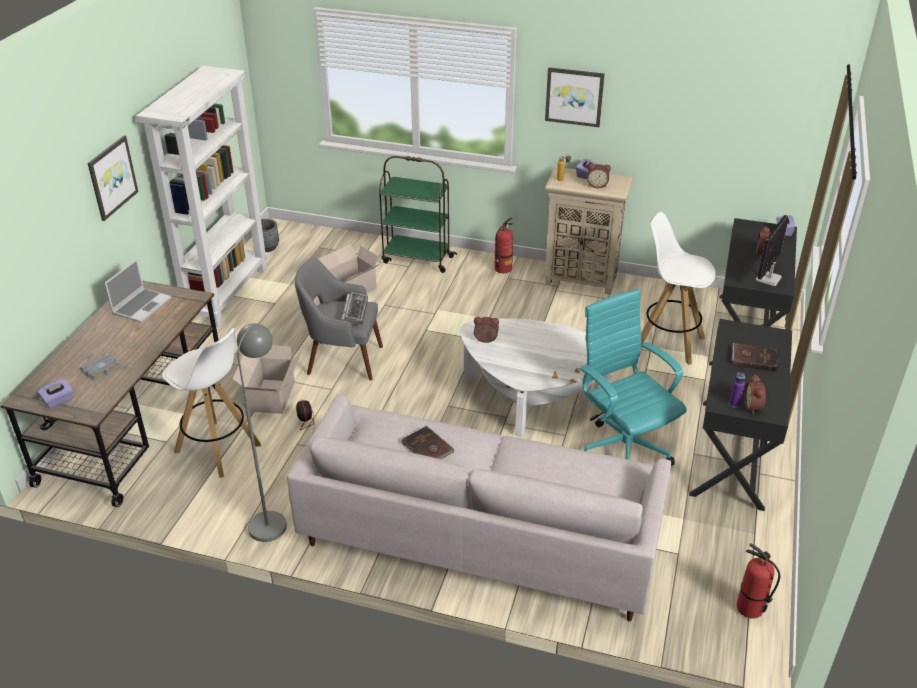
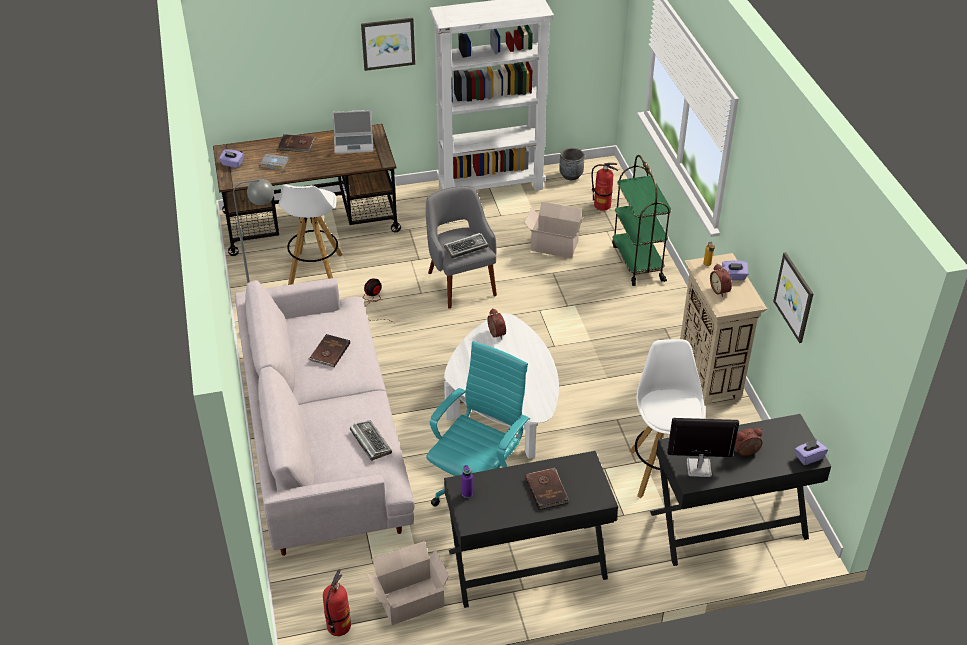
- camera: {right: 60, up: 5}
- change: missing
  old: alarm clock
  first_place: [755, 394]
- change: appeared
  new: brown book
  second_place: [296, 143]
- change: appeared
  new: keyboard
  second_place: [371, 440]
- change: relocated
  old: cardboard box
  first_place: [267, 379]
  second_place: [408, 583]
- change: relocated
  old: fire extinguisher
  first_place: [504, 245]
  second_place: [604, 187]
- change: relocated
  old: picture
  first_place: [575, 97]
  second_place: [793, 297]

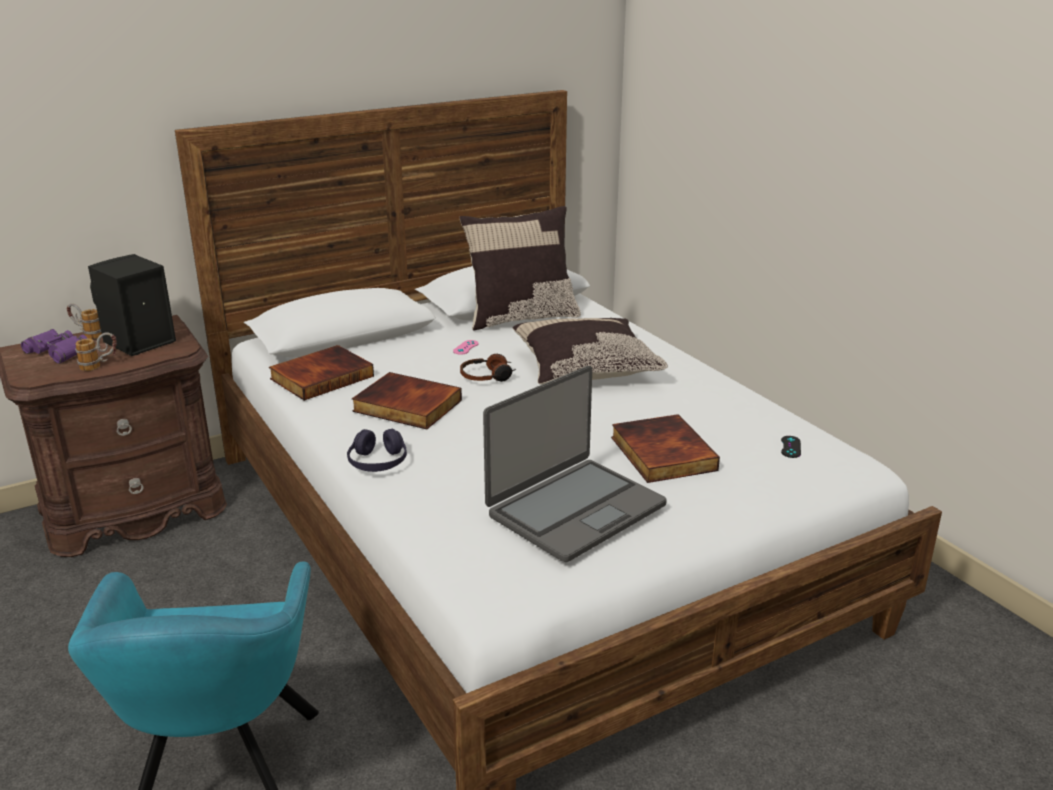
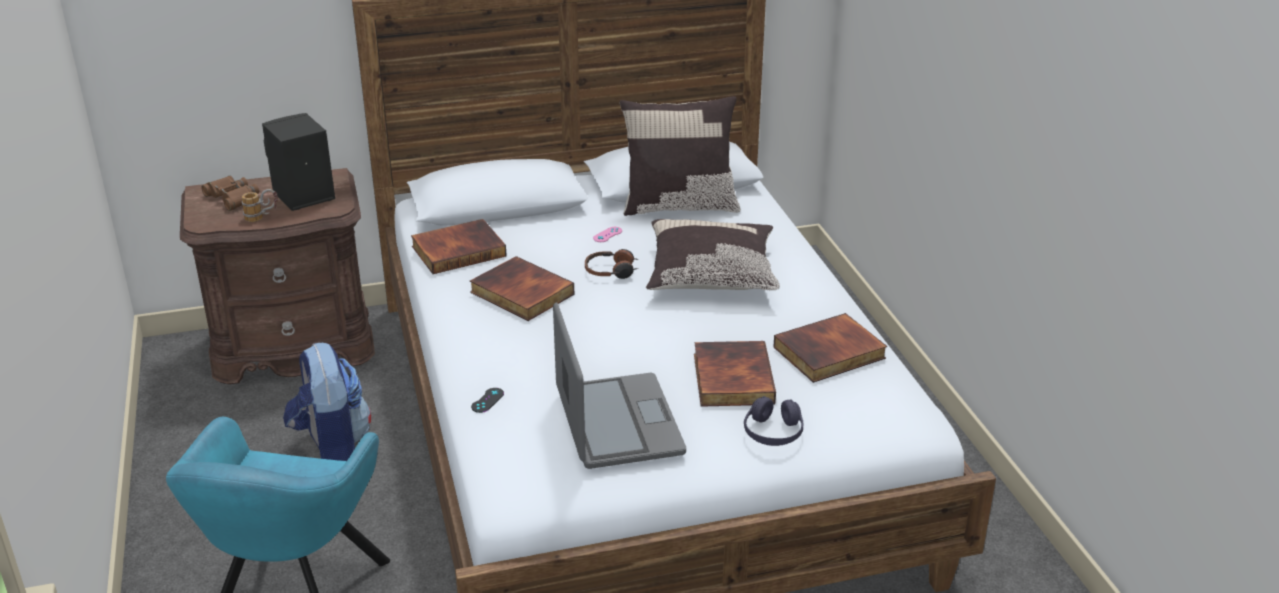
- camera: {right: 15, up: 5}
- change: missing
  old: mug
  first_place: [84, 321]
- change: appeared
  new: backpack
  second_place: [327, 402]
- change: appeared
  new: book
  second_place: [830, 348]
- change: relocated
  old: purple headphones
  first_place: [377, 450]
  second_place: [773, 421]
- change: relocated
  old: black game controller
  first_place: [791, 447]
  second_place: [487, 400]
- change: colour
  old: purple binoculars
  new: brown binoculars
  first_place: [54, 346]
  second_place: [230, 193]
- change: spun
  old: laptop
  first_place: [575, 464]
  second_place: [619, 385]
  degrees: -75

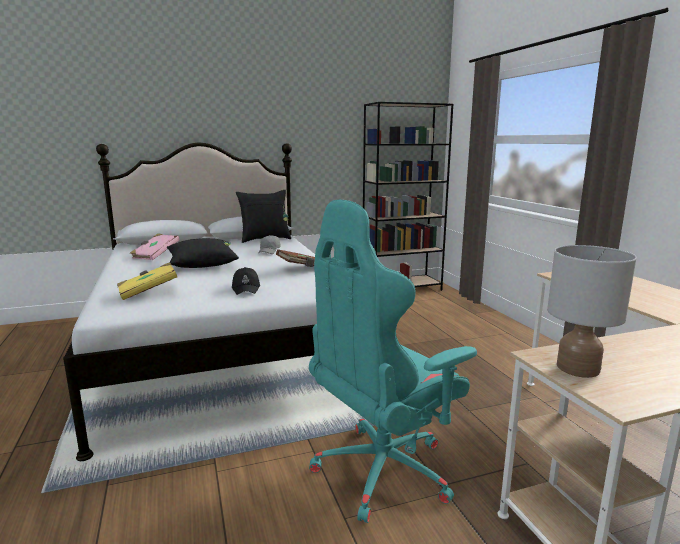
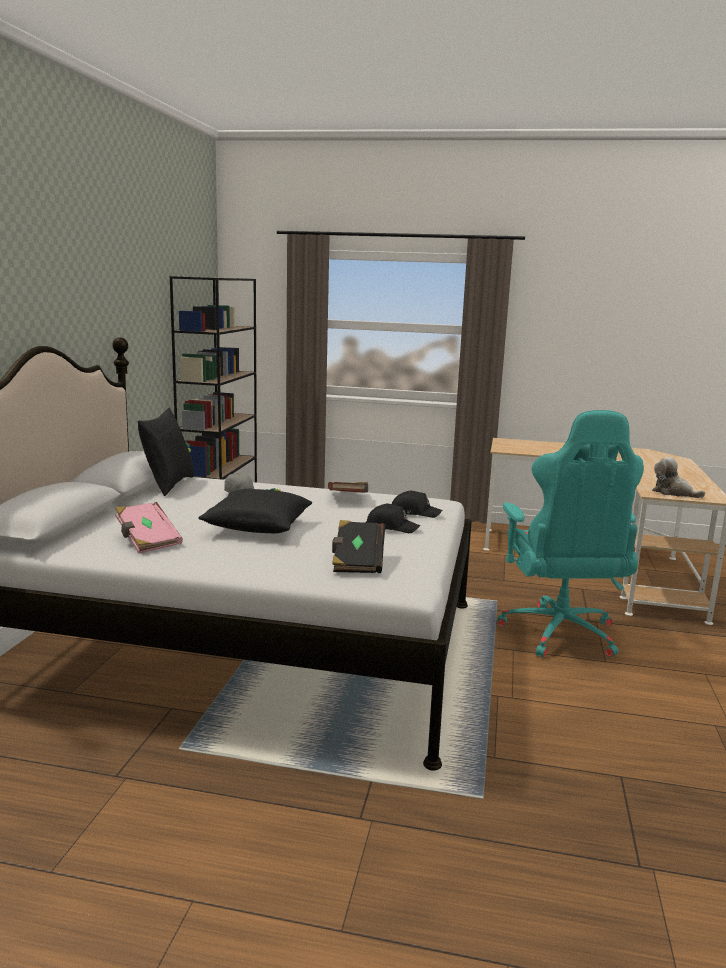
- camera: {right: -60, up: 0}
- change: appeared
  new: black cap
  second_place: [417, 504]
- change: exchanged
  old: grey table lamp
  new: plush toy
  first_place: [592, 311]
  second_place: [678, 477]
- change: colour
  old: yellow book
  new: black book
  first_place: [147, 281]
  second_place: [358, 546]

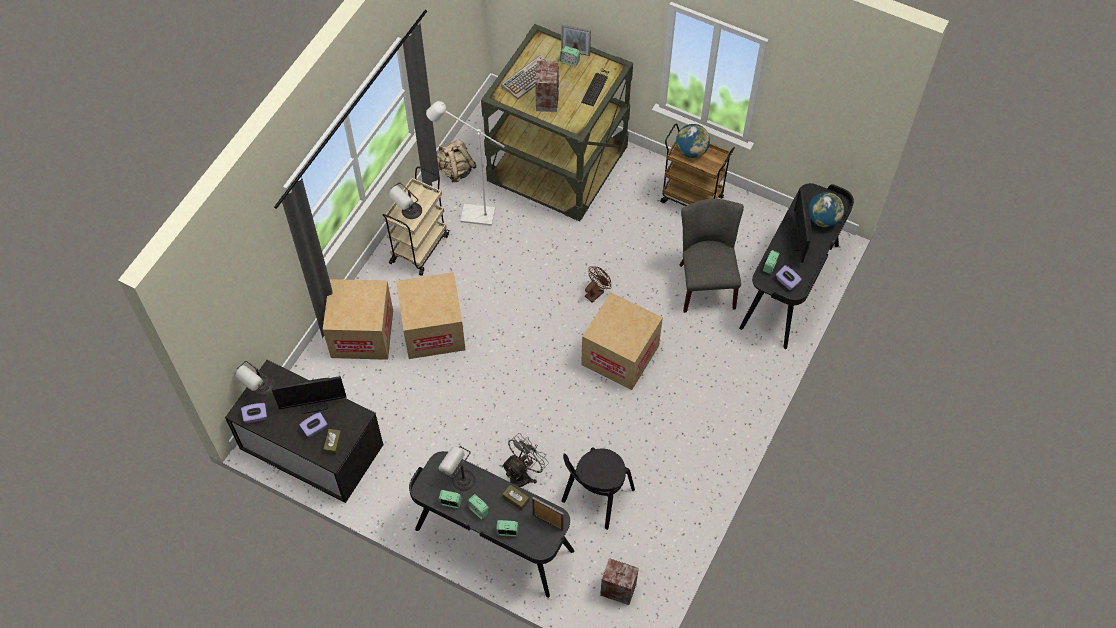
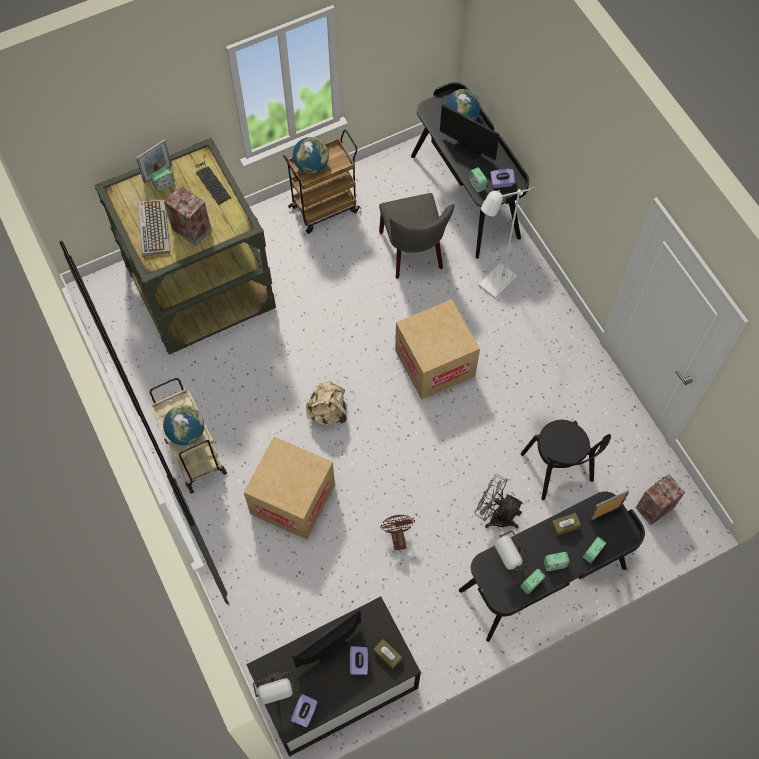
- camera: {right: -55, up: 5}
- change: missing
  old: cardboard box
  first_place: [358, 319]
- change: relocated
  old: white floor lamp
  first_place: [465, 163]
  second_place: [506, 243]
- change: relocated
  old: beige backpack
  first_place: [456, 161]
  second_place: [326, 403]
- change: relocated
  old: brown fan
  first_place: [598, 284]
  second_place: [397, 532]
- change: exchanged
  old: table lamp
  new: globe
  first_place: [405, 200]
  second_place: [183, 425]
- change: spun
  old: monitor
  first_place: [309, 395]
  second_place: [326, 638]
  degrees: -150
- change: spun
  old: grey fan
  first_place: [525, 460]
  second_place: [498, 501]
  degrees: -45
- change: spun
  old: grey chair
  first_place: [712, 256]
  second_place: [416, 236]
  degrees: -135

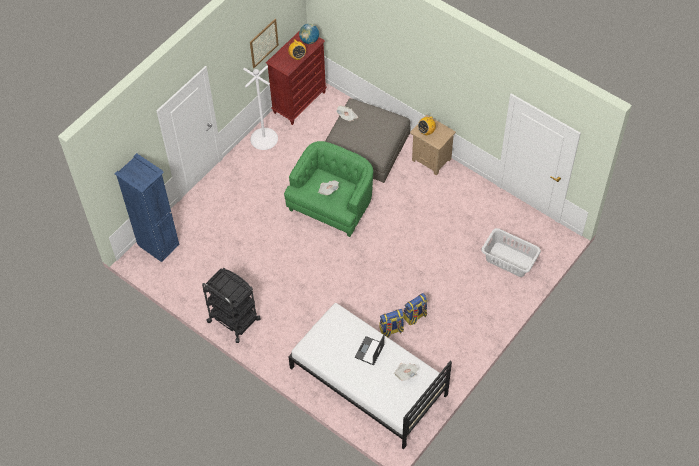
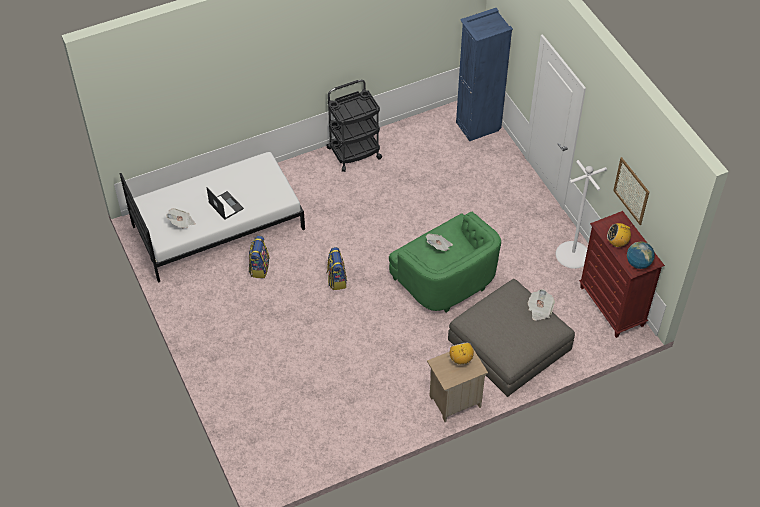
- camera: {right: 115, up: -5}
- change: missing
  old: grey laundry basket
  first_place: [511, 252]
- change: relocated
  old: backpack
  first_place: [415, 309]
  second_place: [337, 268]

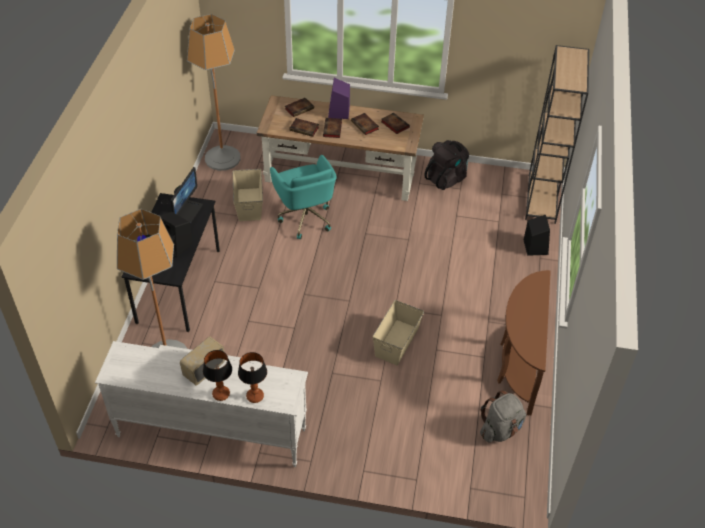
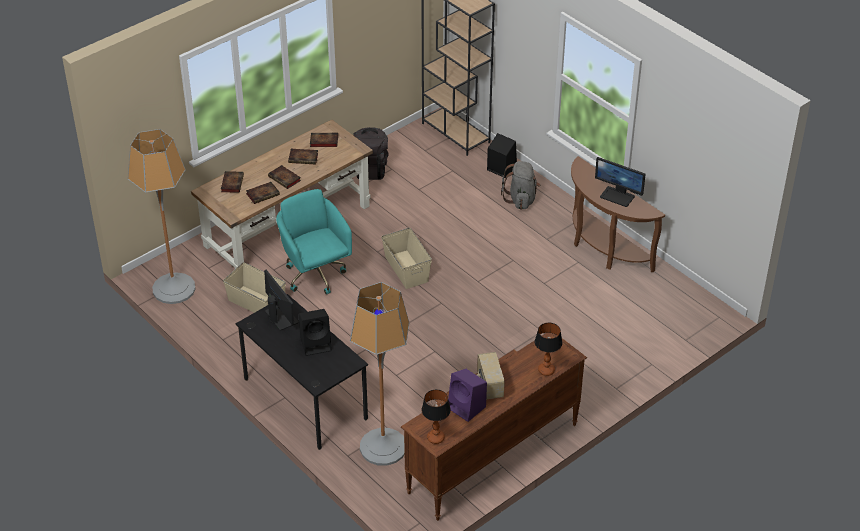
- camera: {right: -50, up: -5}
- change: appeared
  new: monitor
  second_place: [620, 182]
- change: relocated
  old: table lamp
  first_place: [217, 375]
  second_place: [436, 416]
- change: relocated
  old: purple speaker
  first_place: [339, 98]
  second_place: [467, 395]
- change: relocated
  old: beige storage box
  first_place: [398, 332]
  second_place: [406, 258]
- change: relocated
  old: grey backpack
  first_place: [503, 416]
  second_place: [520, 185]
- change: colour
  old: white cabinet
  new: brown cabinet
  first_place: [201, 404]
  second_place: [494, 427]
- change: spun
  old: turquoise office chair
  first_place: [303, 197]
  second_place: [314, 241]
  degrees: -135

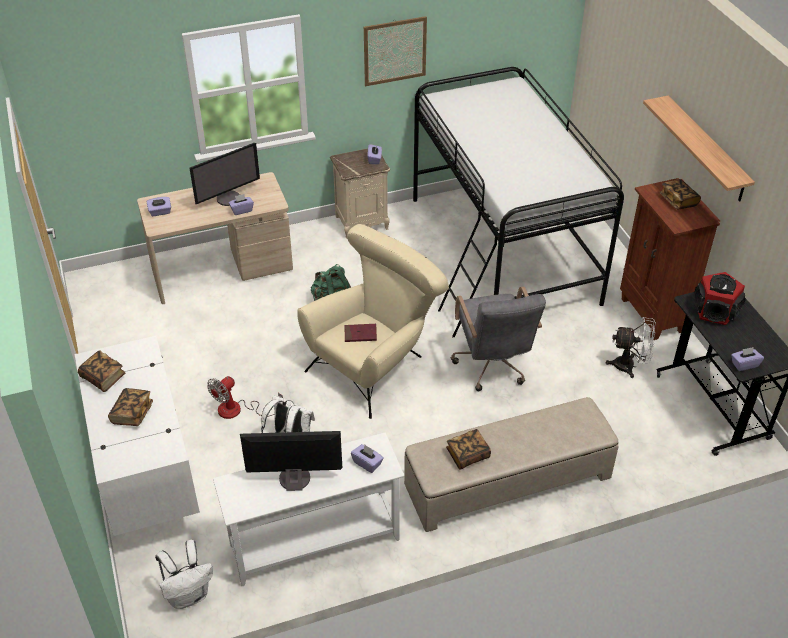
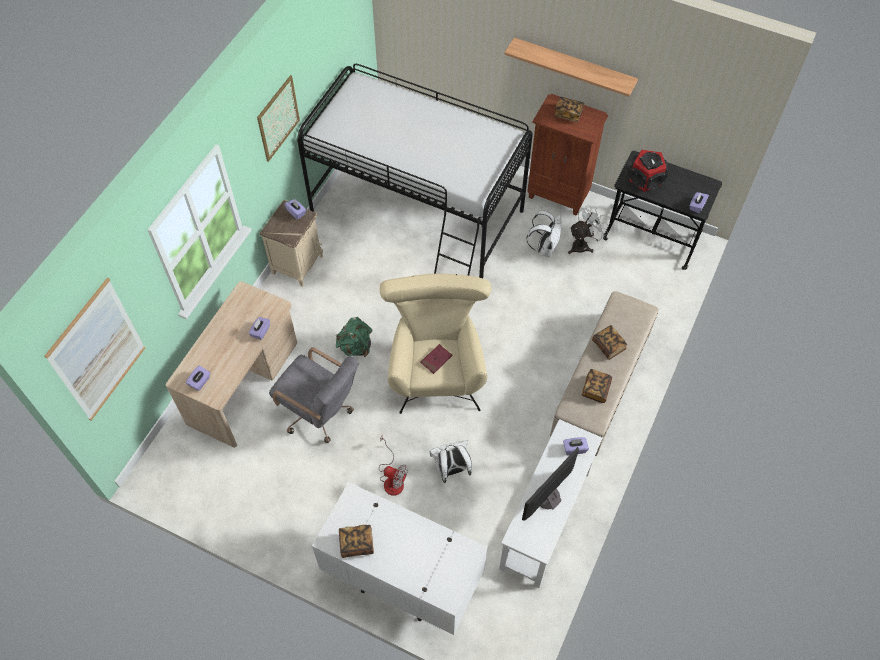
- camera: {right: -45, up: 15}
- change: missing
  old: monitor
  first_place: [225, 174]
- change: appeared
  new: picture
  second_place: [95, 349]
- change: relocated
  old: book
  first_place: [130, 407]
  second_place: [609, 342]
- change: relocated
  old: white backpack
  first_place: [184, 574]
  second_place: [544, 233]
- change: relocated
  old: grey office chair
  first_place: [498, 338]
  second_place: [314, 395]
- change: spun
  old: fan
  first_place: [245, 397]
  second_place: [393, 465]
  degrees: -60

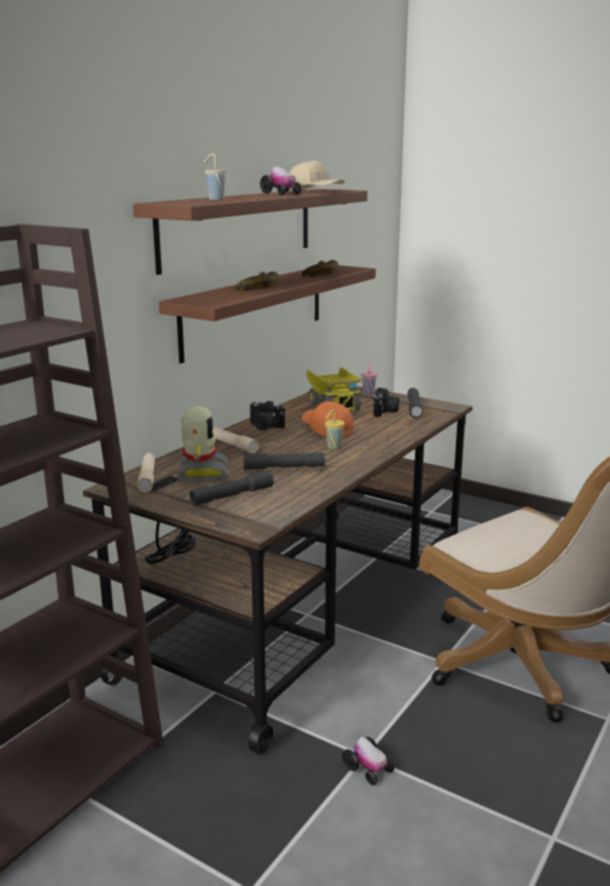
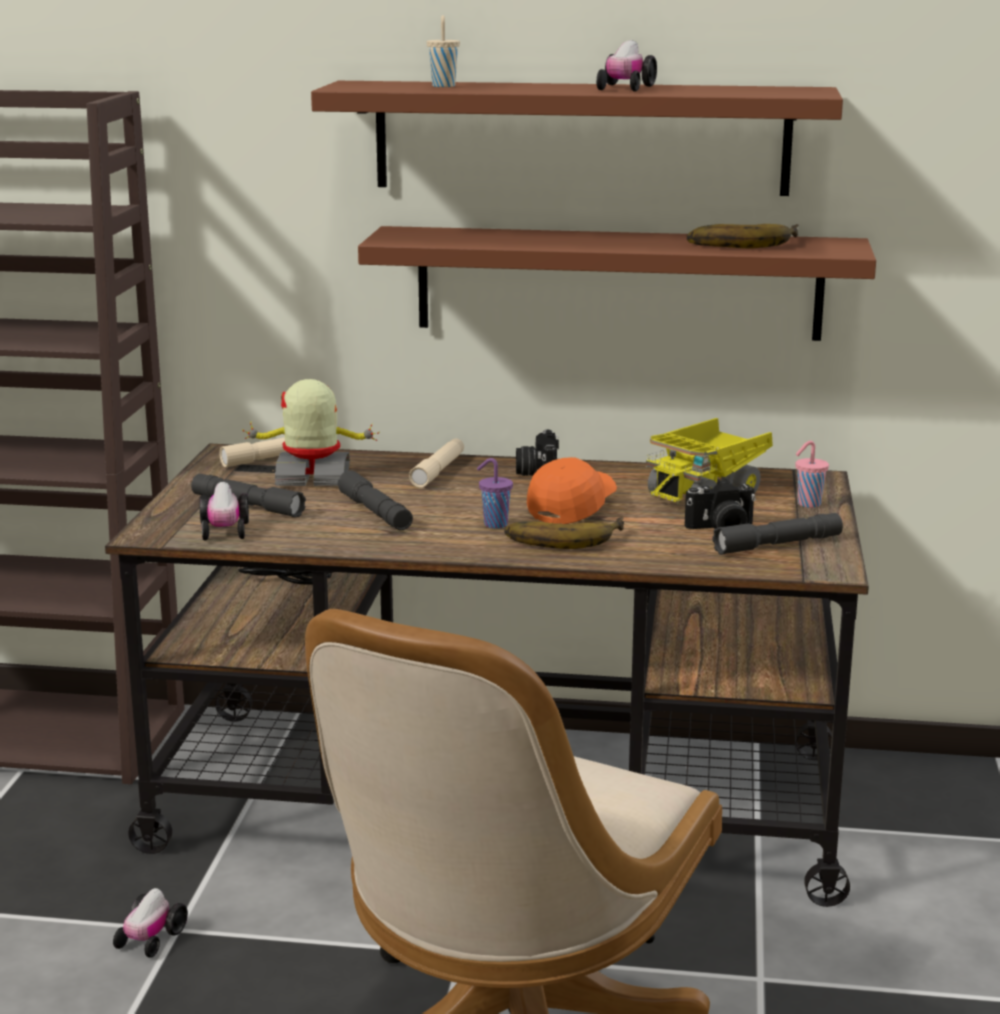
- camera: {right: 65, up: 0}
- change: missing
  old: beige cap
  first_place: [317, 176]
- change: appeared
  new: toy car
  second_place: [224, 511]
- change: relocated
  old: banana
  first_place: [257, 281]
  second_place: [564, 533]
- change: colour
  old: yellow cup
  new: purple cup
  first_place: [335, 429]
  second_place: [495, 493]
- change: spun
  old: toy robot
  first_place: [203, 444]
  second_place: [310, 432]
  degrees: -150

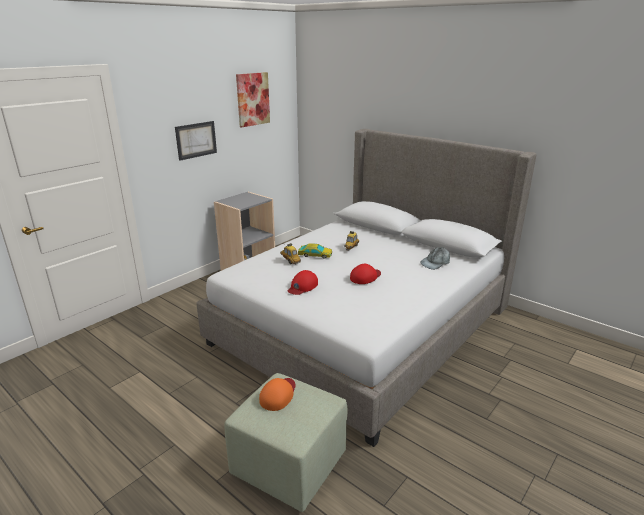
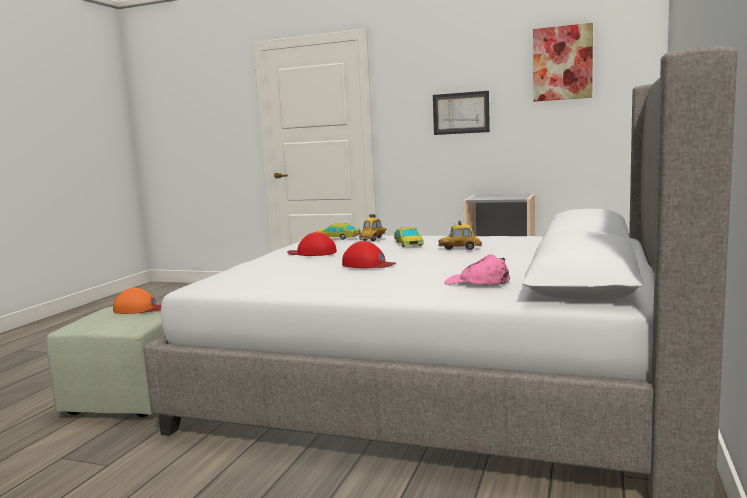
- camera: {right: 70, up: -15}
- change: appeared
  new: toy car
  second_place: [338, 231]
- change: colour
  old: grey cap
  new: pink cap
  first_place: [435, 258]
  second_place: [477, 269]

